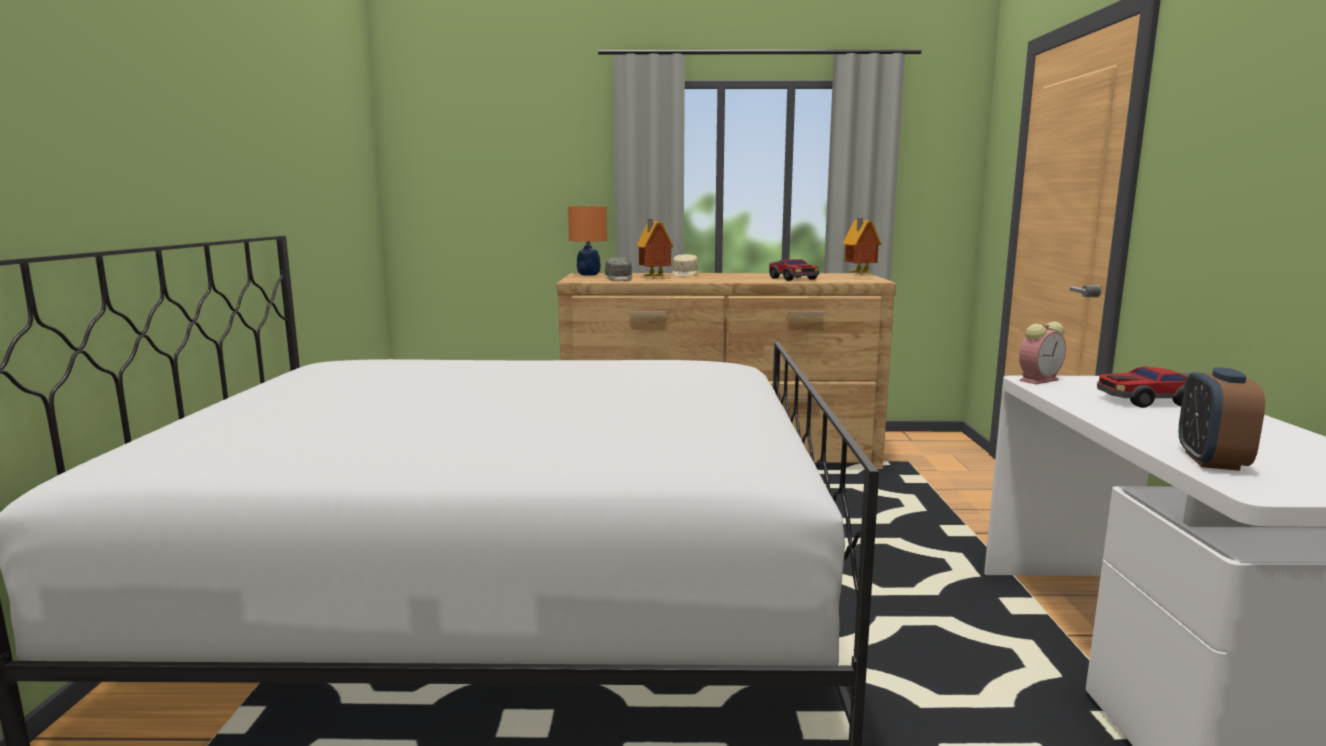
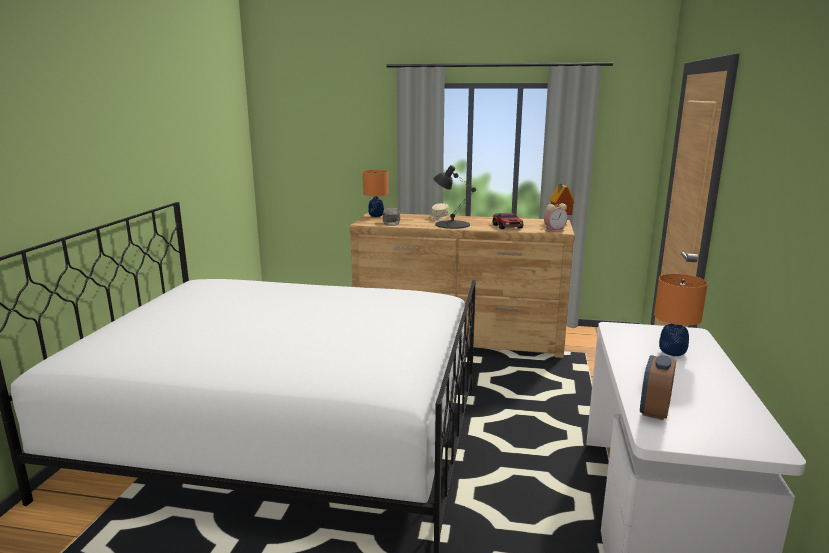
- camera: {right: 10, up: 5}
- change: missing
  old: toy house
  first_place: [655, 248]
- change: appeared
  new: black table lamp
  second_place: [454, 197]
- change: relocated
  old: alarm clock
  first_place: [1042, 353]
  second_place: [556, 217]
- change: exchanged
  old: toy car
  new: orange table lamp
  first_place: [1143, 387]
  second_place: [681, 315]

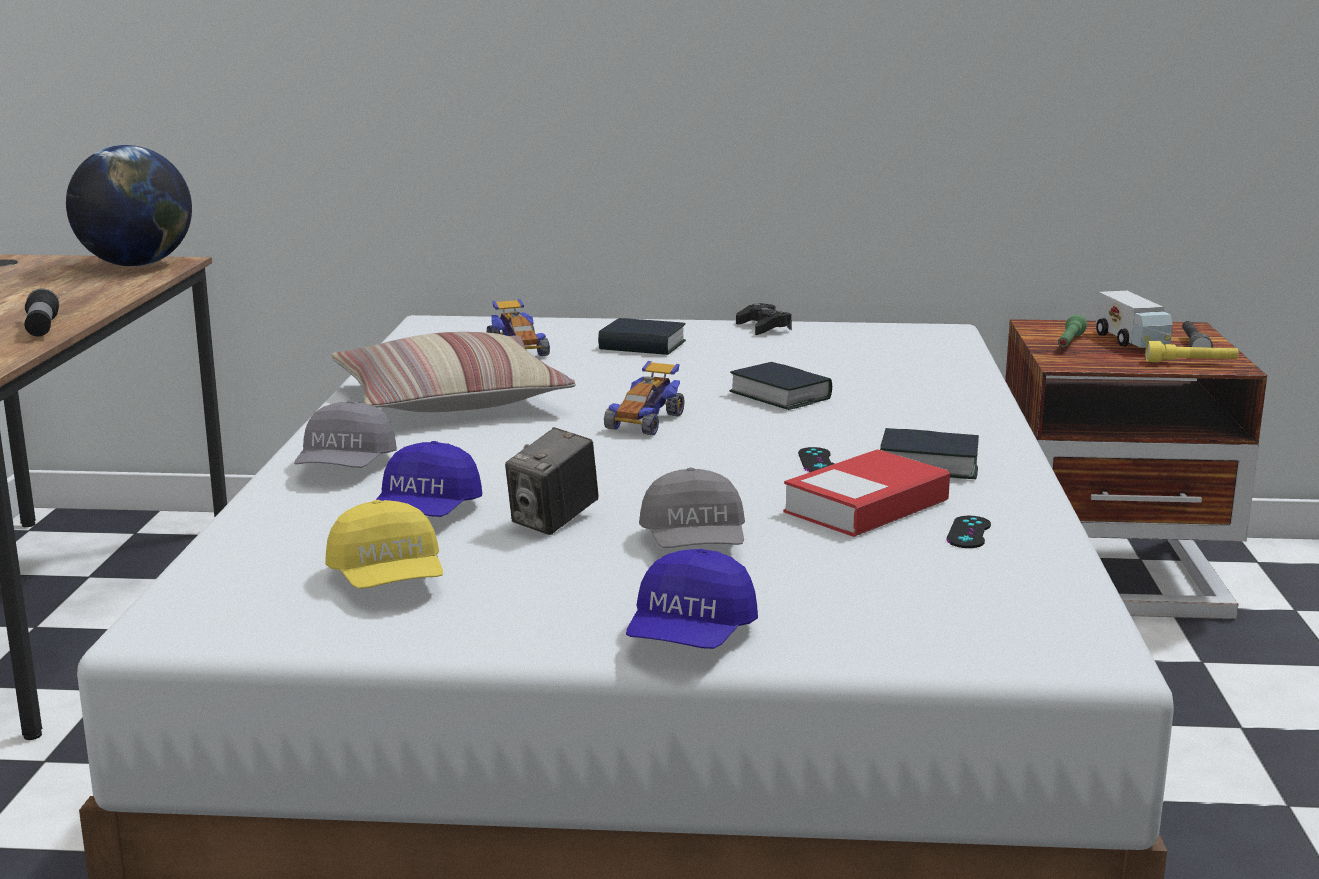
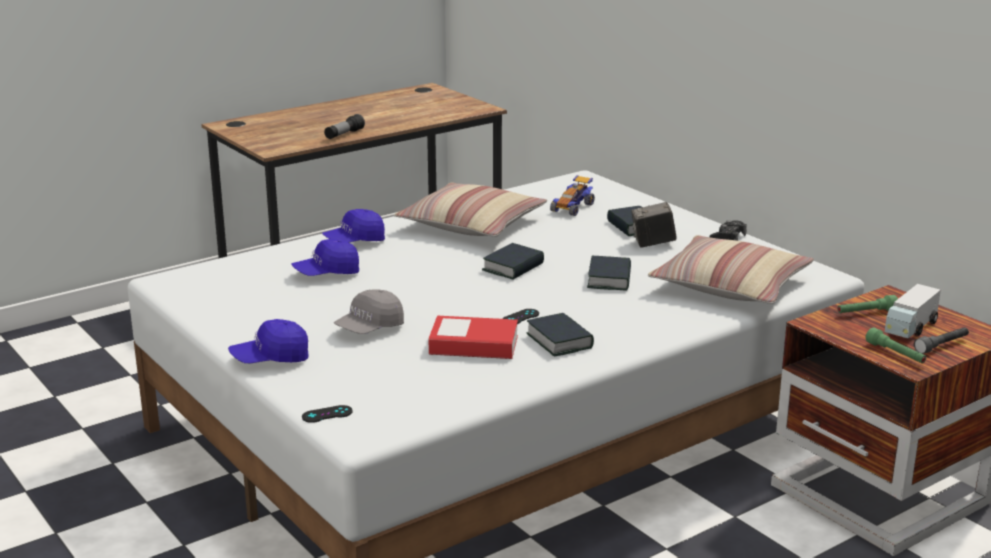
- camera: {right: 50, up: 5}
- change: missing
  old: globe
  first_place: [129, 206]
- change: missing
  old: yellow cap
  first_place: [384, 544]
- change: appeared
  new: pillow
  second_place: [731, 269]
- change: relocated
  old: photo camera
  first_place: [552, 481]
  second_place: [654, 225]
- change: relocated
  old: black game controller
  first_place: [969, 532]
  second_place: [327, 414]
- change: exchanged
  old: toy car
  new: book
  first_place: [644, 398]
  second_place: [513, 261]
- change: colour
  old: grey cap
  new: blue cap
  first_place: [345, 434]
  second_place: [353, 225]
- change: colour
  old: yellow flashlight
  new: green flashlight
  first_place: [1192, 352]
  second_place: [896, 345]

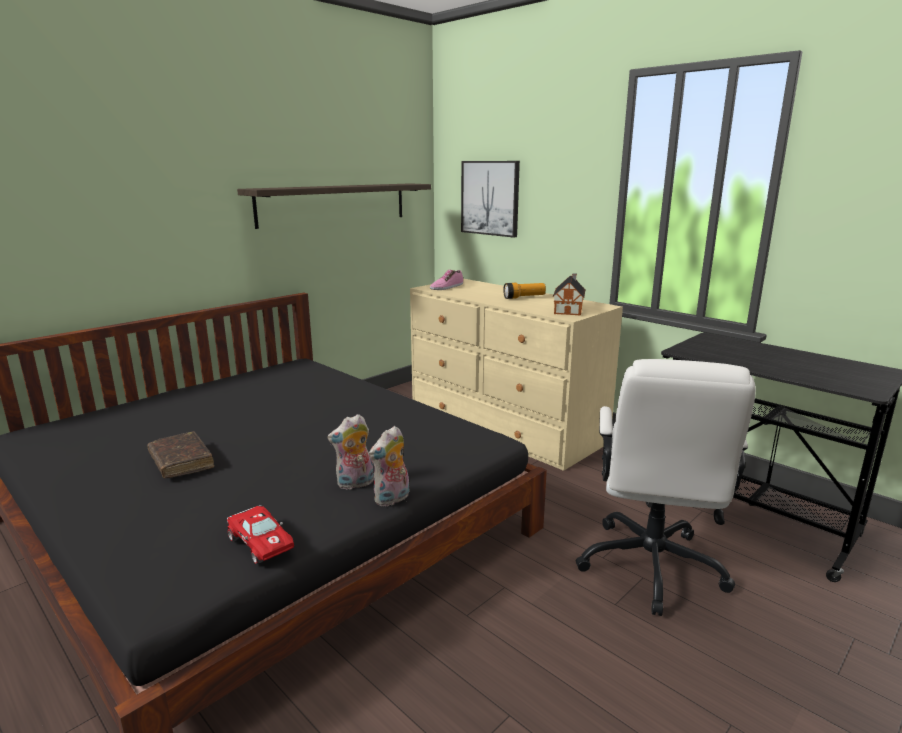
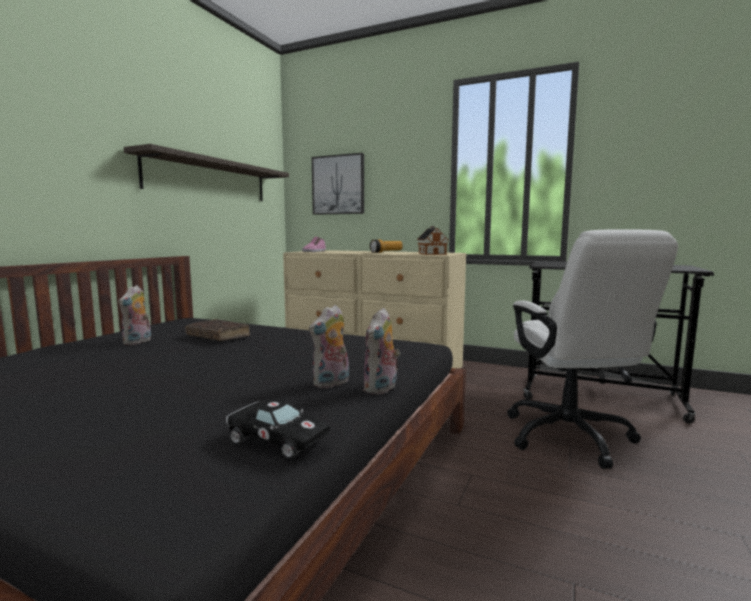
- camera: {right: -20, up: -10}
- change: appeared
  new: plush toy
  second_place: [134, 315]
- change: relocated
  old: brown book
  first_place: [180, 454]
  second_place: [217, 330]
- change: colour
  old: red toy car
  new: black toy car
  first_place: [260, 534]
  second_place: [278, 429]

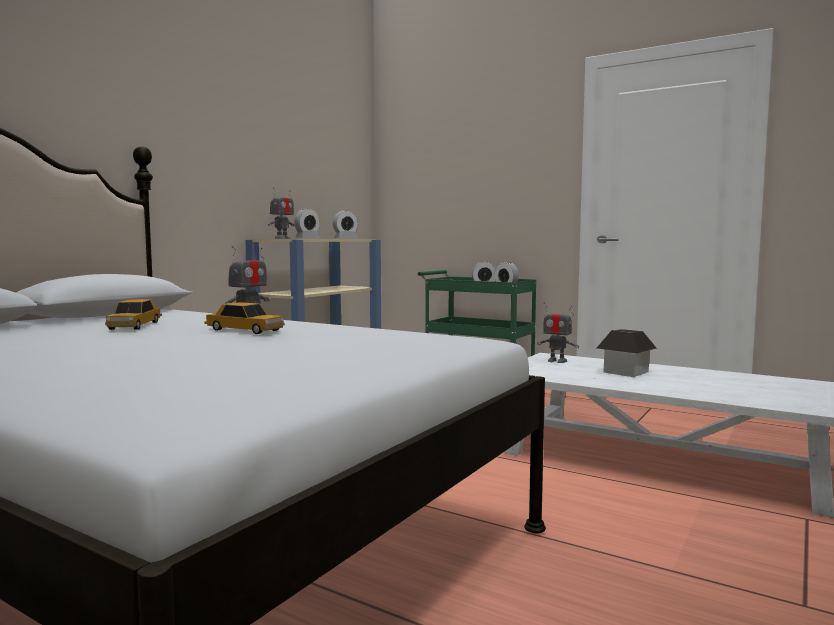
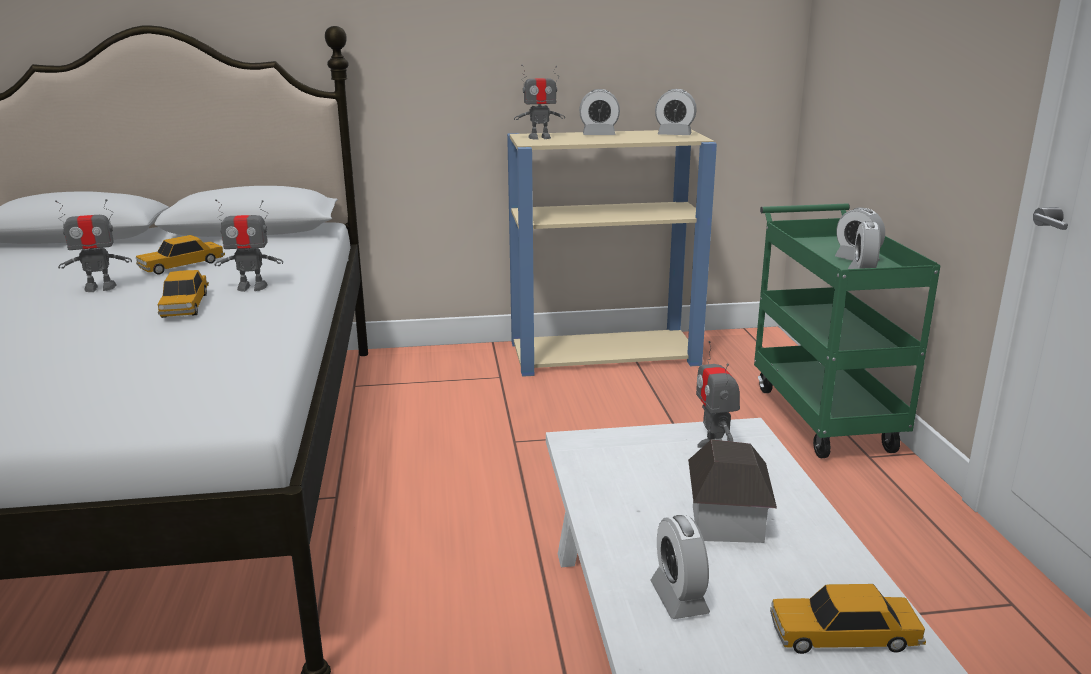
- camera: {right: 50, up: 15}
- change: appeared
  new: toy robot
  second_place: [93, 245]
- change: appeared
  new: alarm clock
  second_place: [680, 567]
- change: appeared
  new: toy car
  second_place: [848, 619]

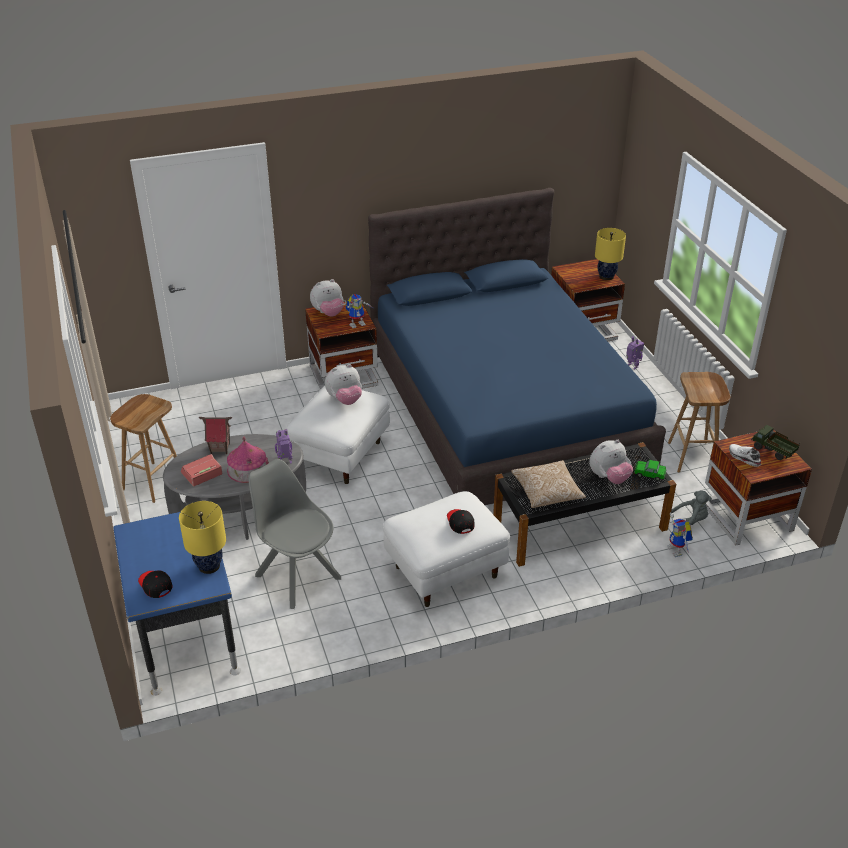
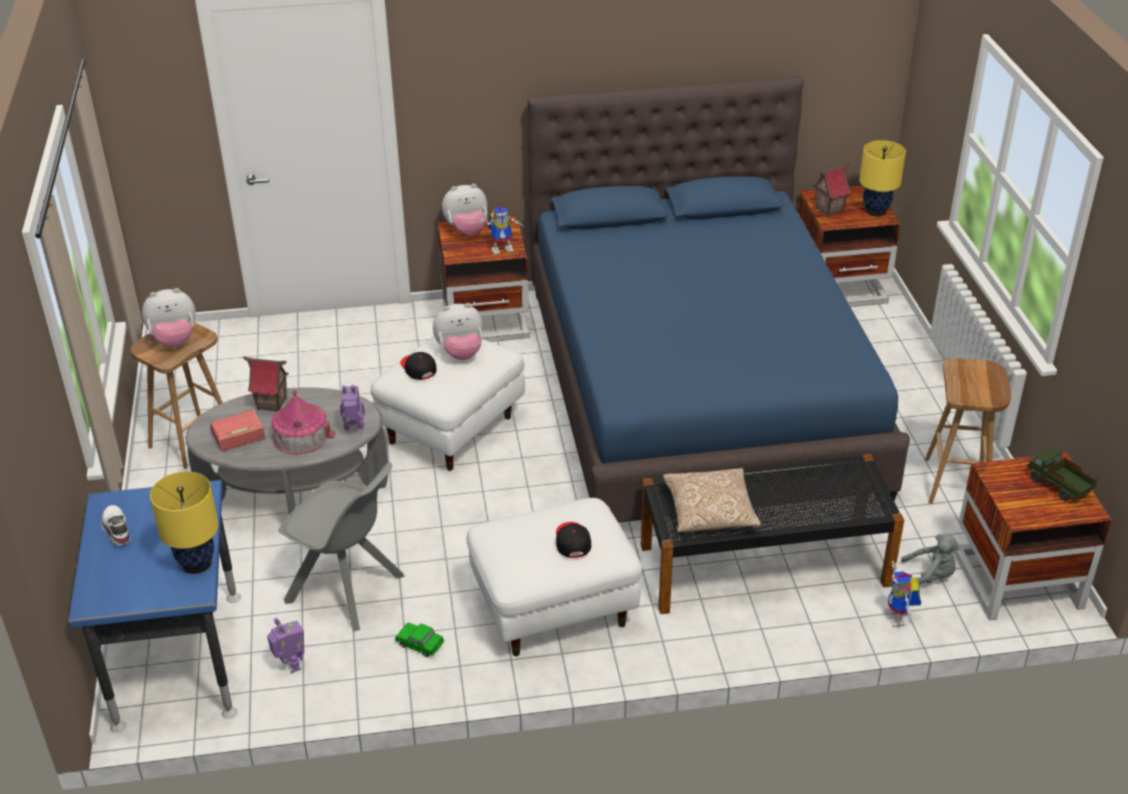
- camera: {right: 10, up: 0}
- change: appeared
  new: toy house
  second_place: [832, 189]
- change: relocated
  old: black cap
  first_place: [155, 584]
  second_place: [418, 366]
- change: relocated
  old: plush toy
  first_place: [611, 462]
  second_place: [169, 317]
- change: relocated
  old: toy robot
  first_place: [635, 352]
  second_place: [285, 646]
- change: relocated
  old: toy car
  first_place: [650, 470]
  second_place: [419, 640]
- change: relocated
  old: white shoe
  first_place: [745, 455]
  second_place: [116, 525]
- change: spun
  old: grey chair
  first_place: [295, 534]
  second_place: [341, 546]
  degrees: 150

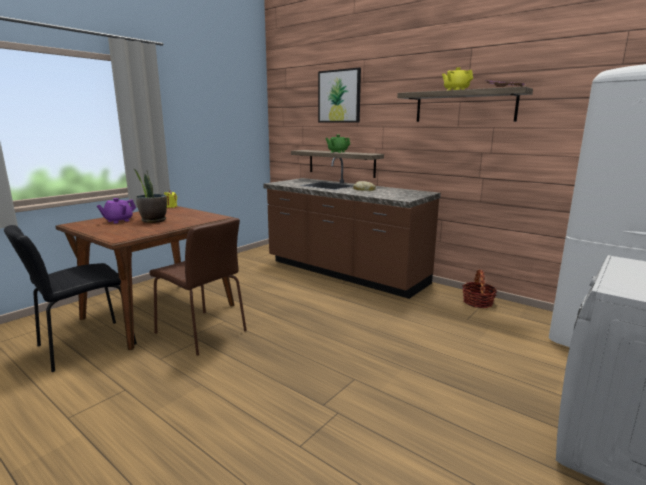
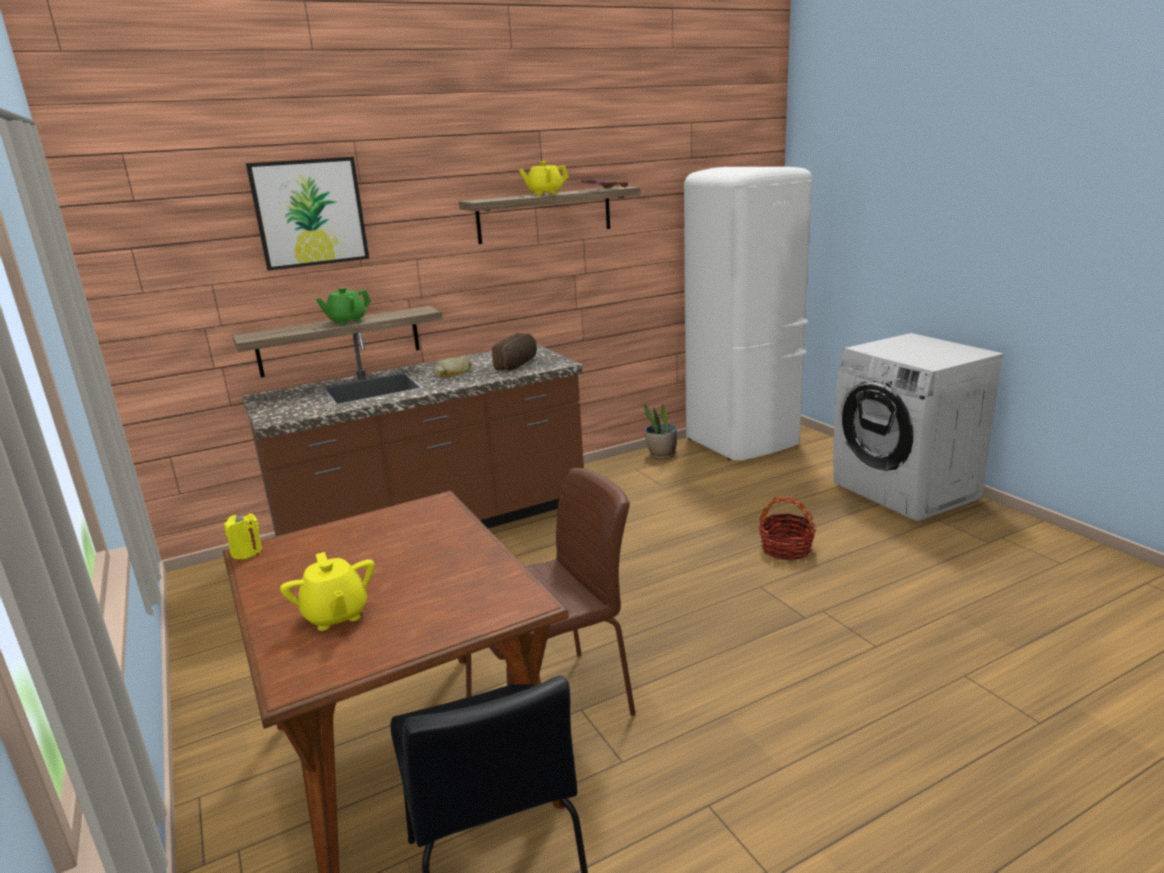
- camera: {right: -65, up: 5}
- change: appeared
  new: bread
  second_place: [514, 351]
- change: relocated
  old: potted plant
  first_place: [150, 195]
  second_place: [660, 431]
- change: relocated
  old: basket
  first_place: [479, 289]
  second_place: [787, 528]
- change: colour
  old: purple teapot
  new: yellow teapot
  first_place: [116, 211]
  second_place: [327, 591]

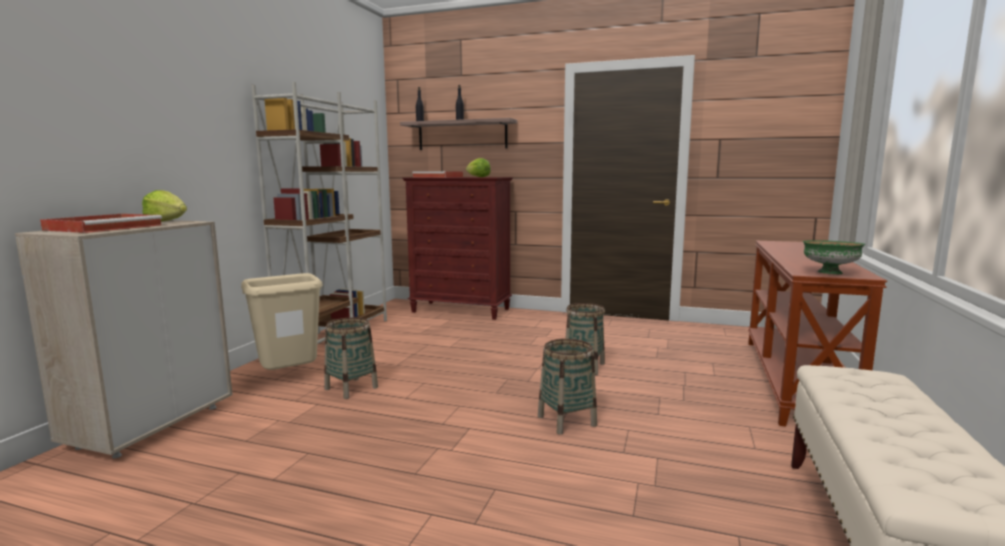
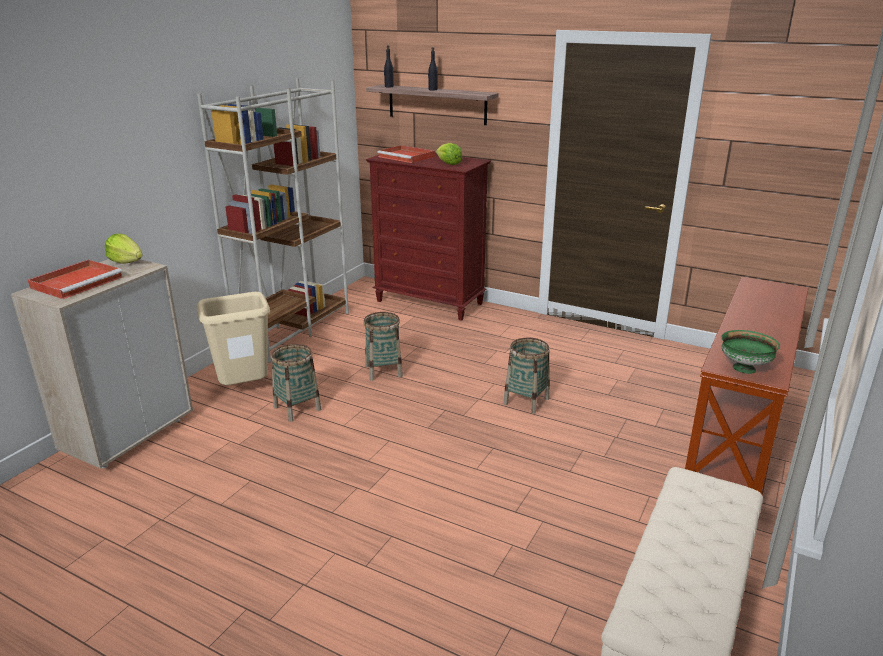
- camera: {right: 10, up: 15}
- change: relocated
  old: basket
  first_place: [567, 387]
  second_place: [383, 346]

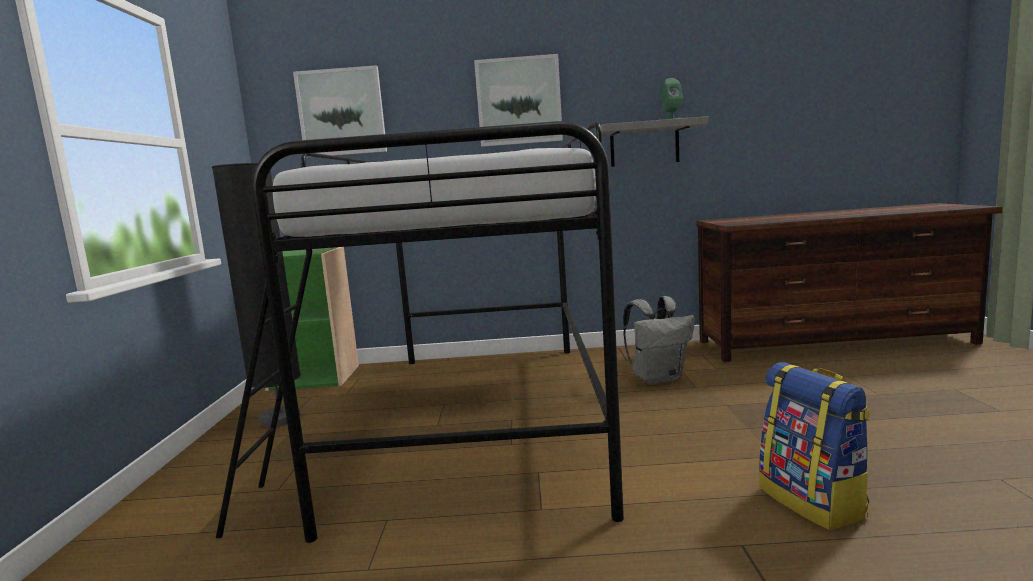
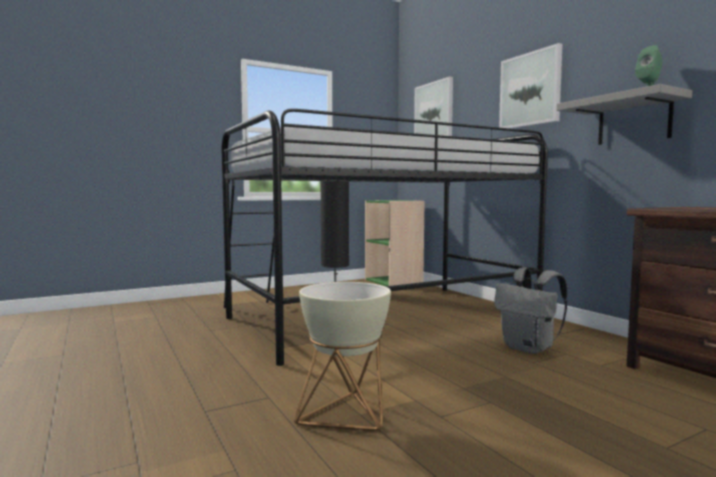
- camera: {right: 60, up: -5}
- change: exchanged
  old: backpack
  new: planter
  first_place: [814, 446]
  second_place: [342, 356]

